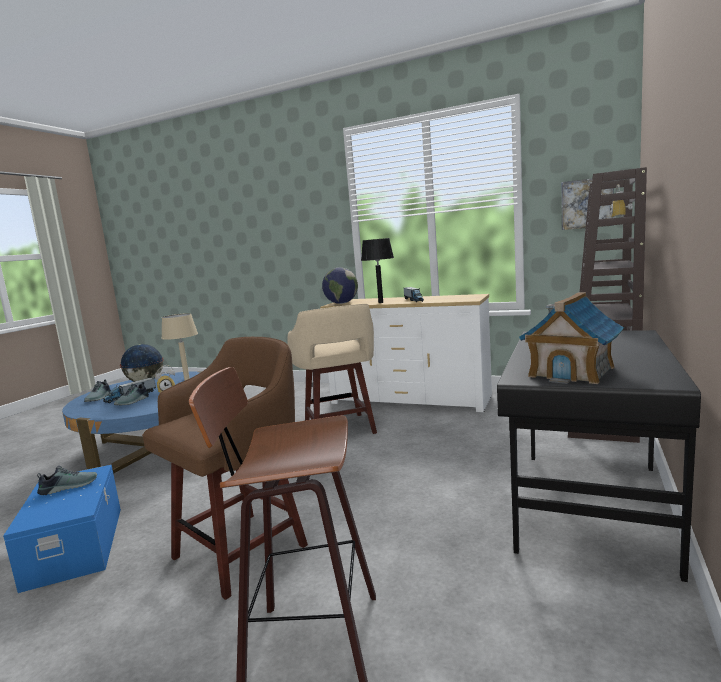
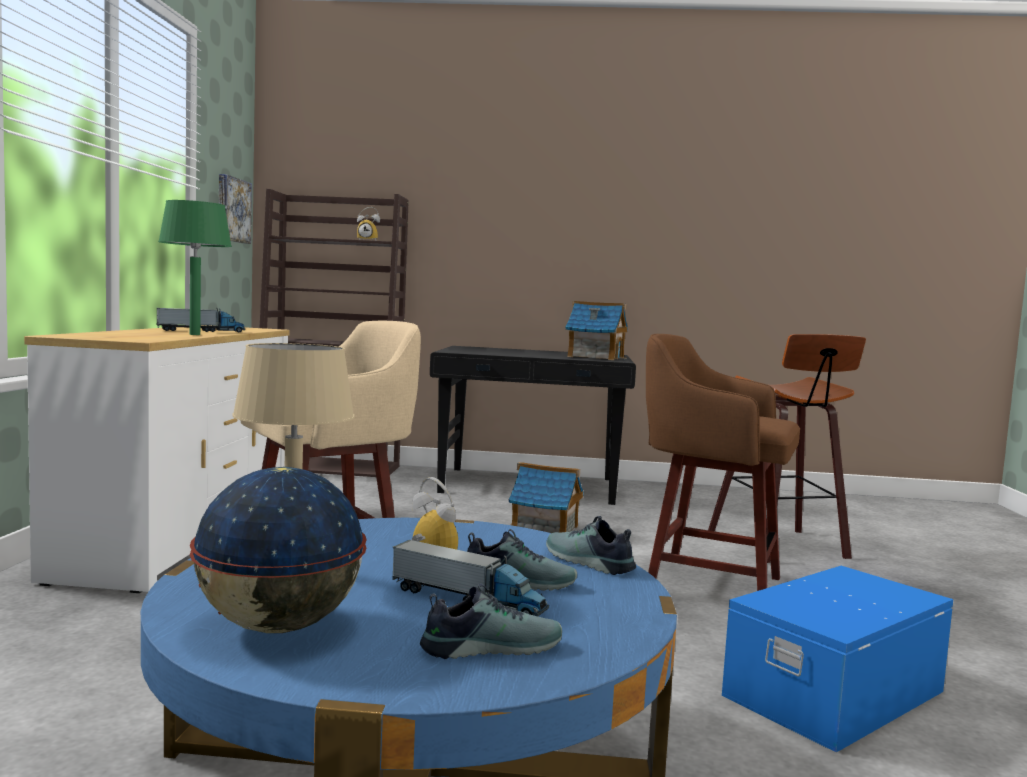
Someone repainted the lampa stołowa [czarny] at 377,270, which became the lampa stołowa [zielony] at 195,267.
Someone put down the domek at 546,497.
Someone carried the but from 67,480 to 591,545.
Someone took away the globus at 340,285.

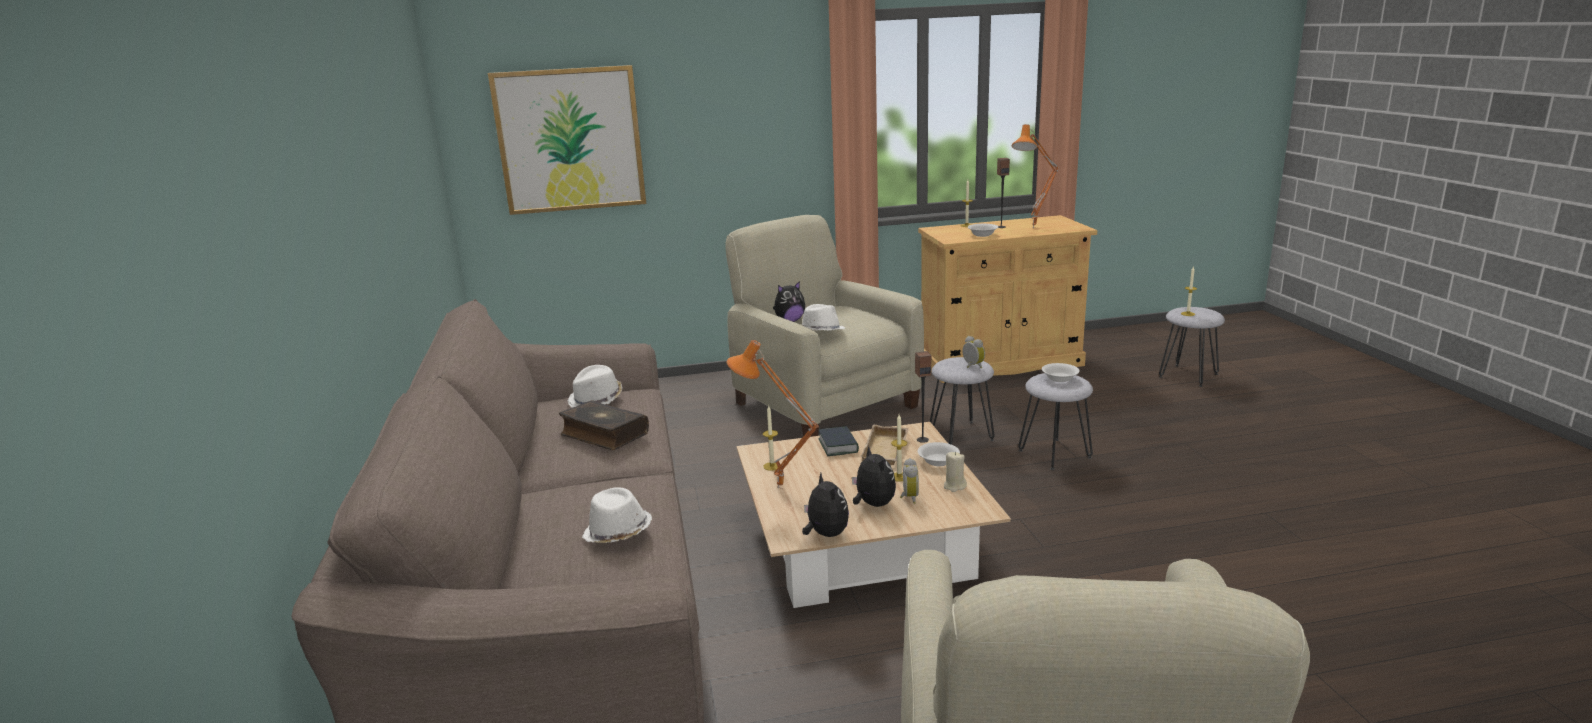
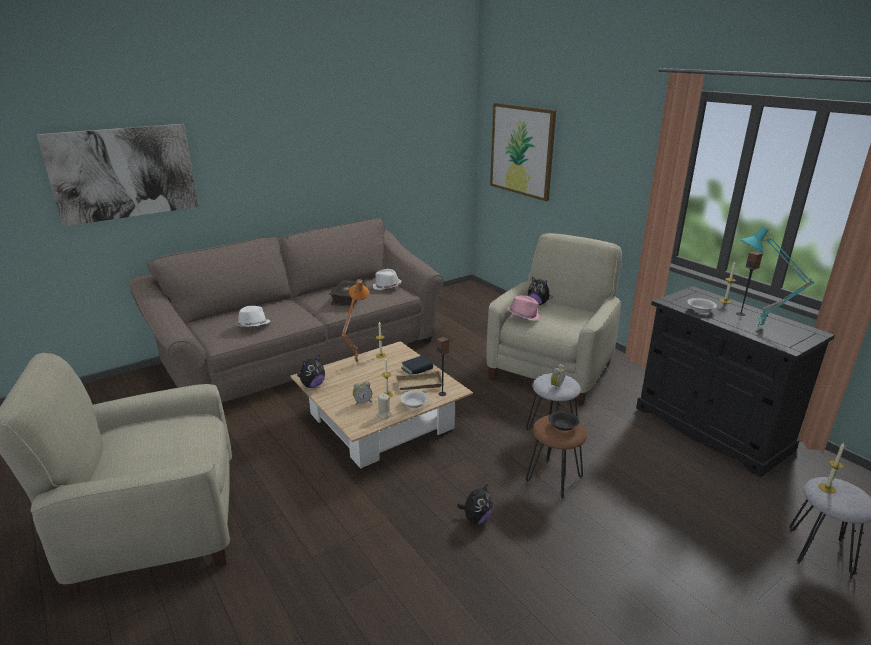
Someone put up the obraz at 118,175.
Someone carried the pluszak from 874,476 to 475,503.
Someone repainted the kapelusz [biały] at 823,317, which became the kapelusz [różowy] at 524,308.
Someone repainted the stołek [szary] at 1055,421, which became the stołek [brązowy] at 556,457.
Someone repainted the miska [biały] at 1061,372, which became the miska [czarny] at 563,421.
Someone repainted the szafka [beżowy] at 1007,299, which became the szafka [czarny] at 735,381.
Someone repainted the lampa stołowa [pomarańczowy] at 1035,176, which became the lampa stołowa [turkusowy] at 777,277.

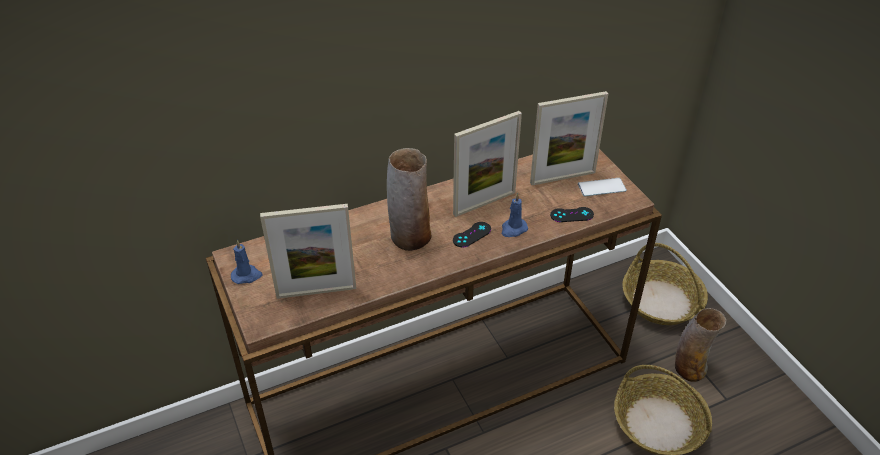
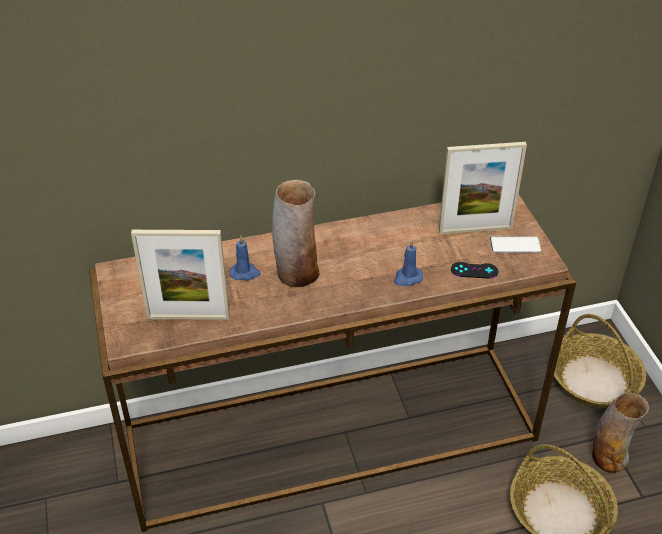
Someone carried the świeca [niebieski] from 247,262 to 245,258.
Someone took away the ramka na zdjęcie at 487,164.
Someone took away the pad do gier [czarny] at 472,234.

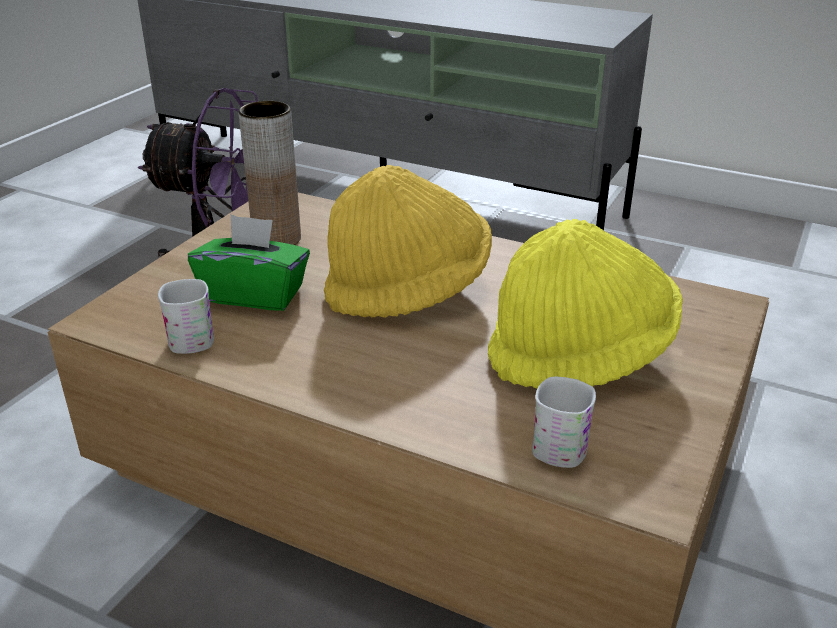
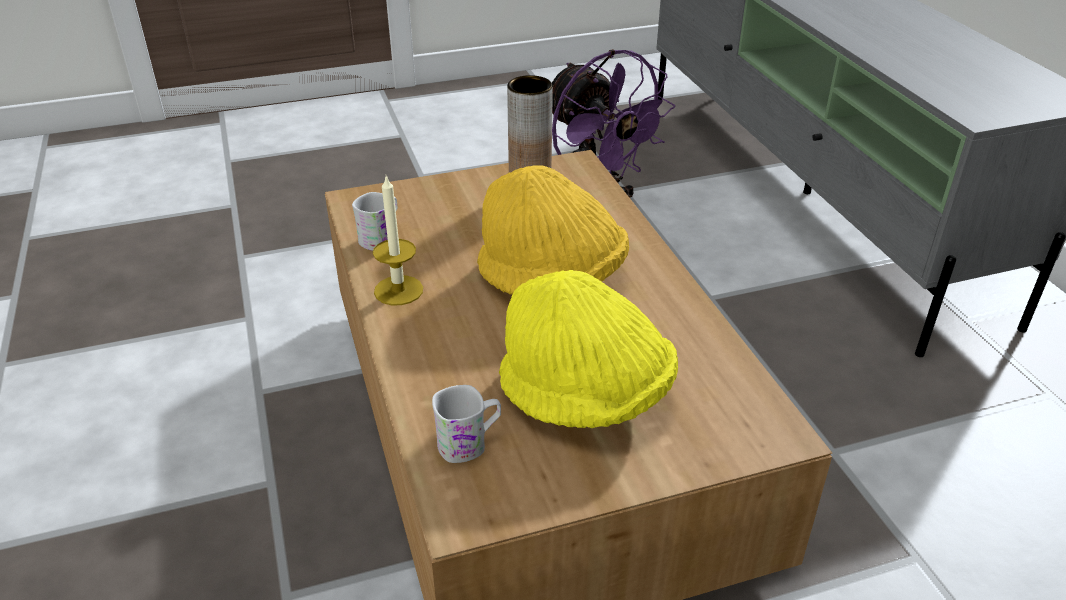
Someone put down the świeca at 398,240.
Someone took away the pudełko chusteczek [zielony] at 249,262.

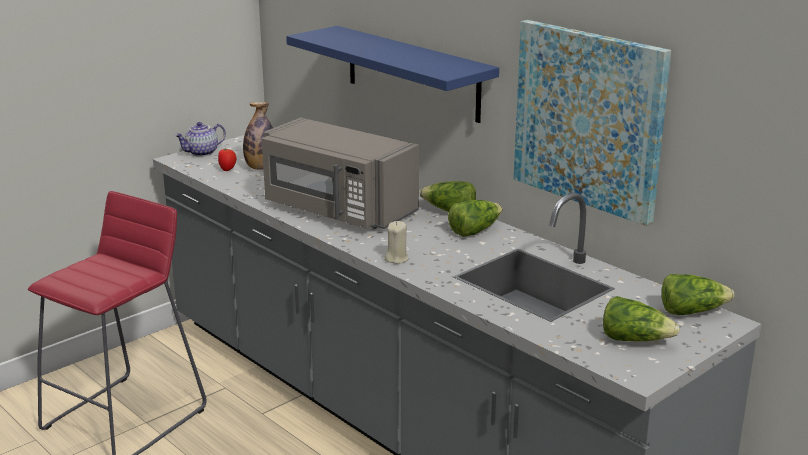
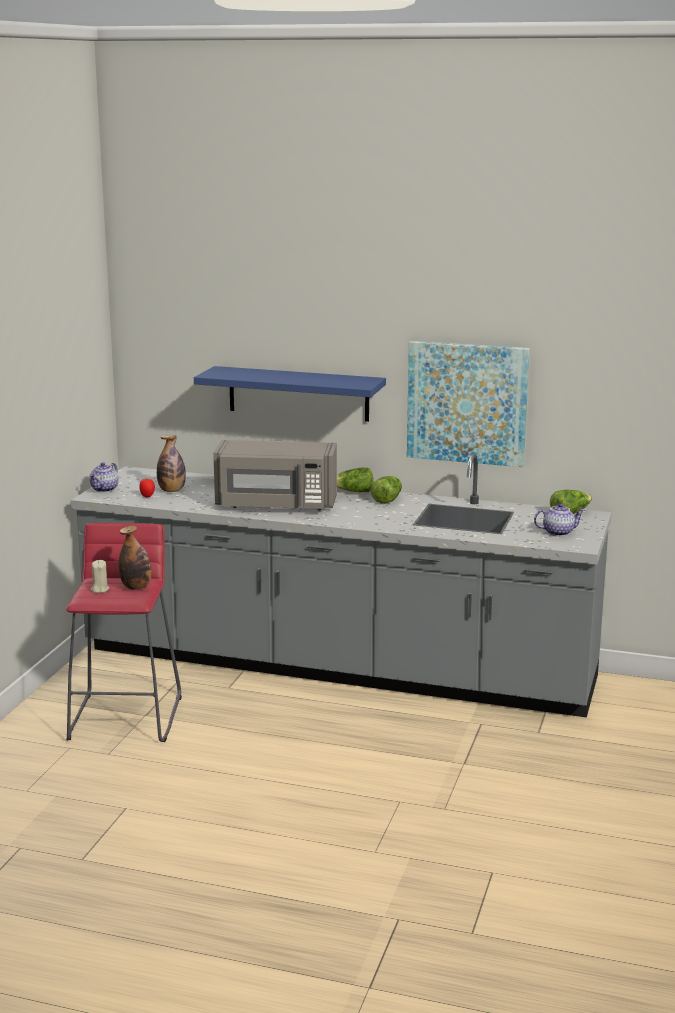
Someone carried the świeca [beżowy] from 396,242 to 100,576.
Someone put down the butelka at 135,558.
Someone swapped the sałata at 641,318 for the imbryk at 559,519.

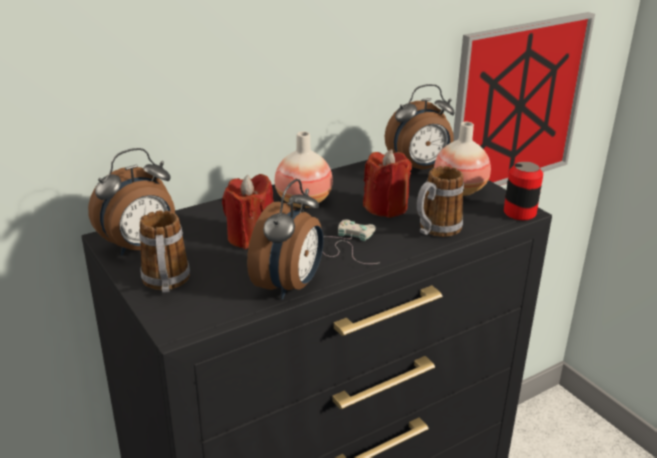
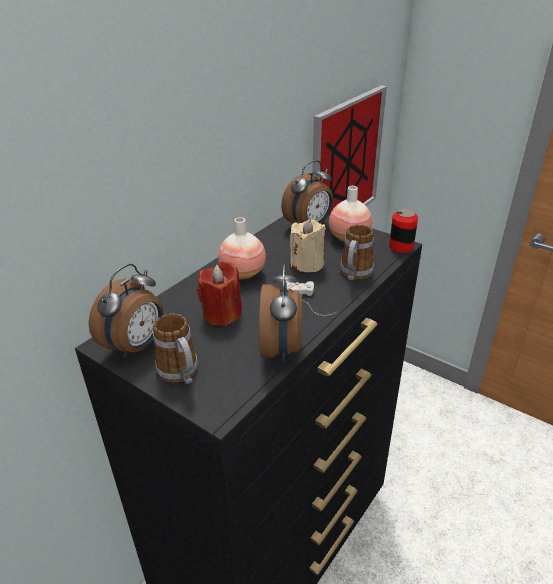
Someone repainted the świeca [czerwony] at 387,183, which became the świeca [beżowy] at 308,245.

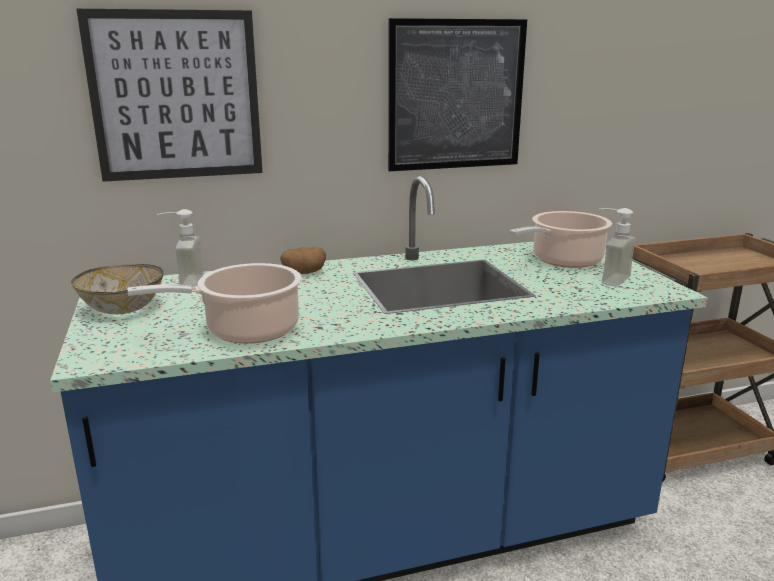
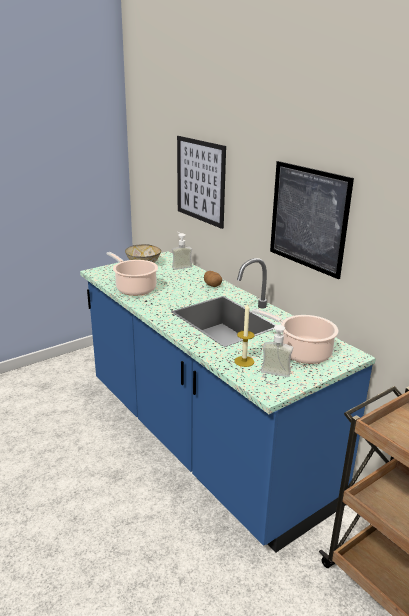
Someone put down the świeca at 244,335.

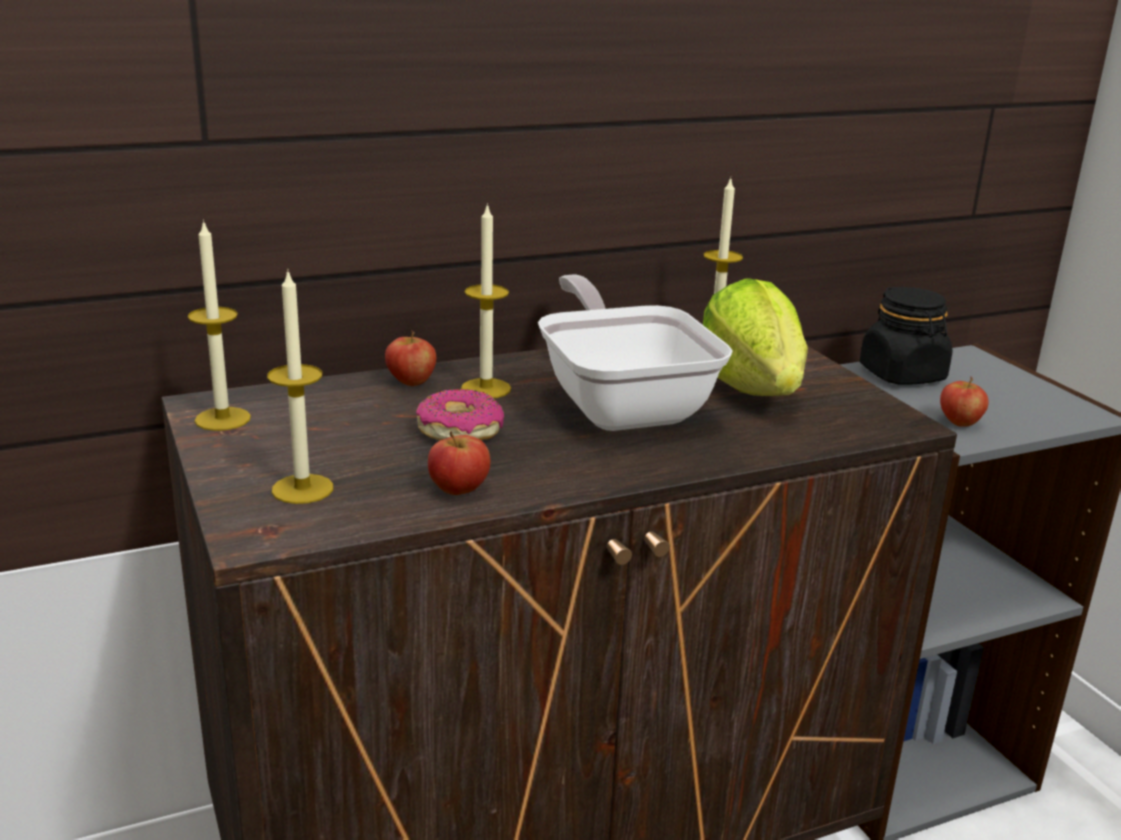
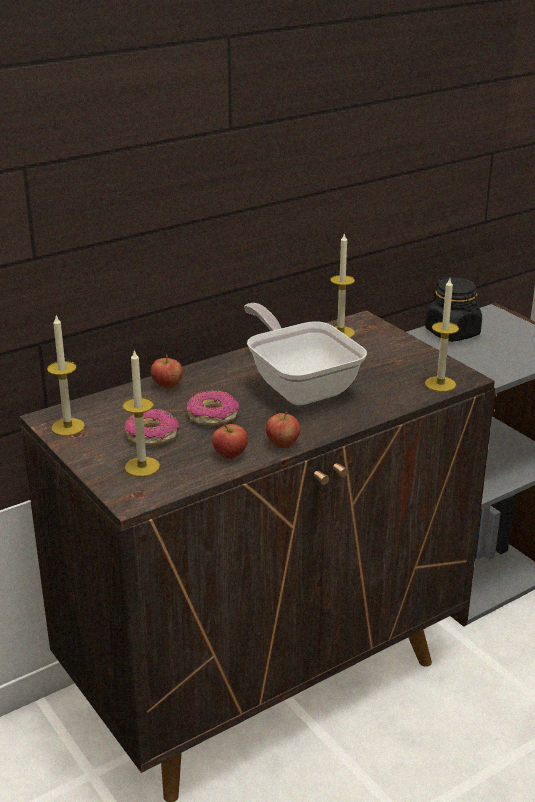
Someone put down the donut at 152,427.
Someone carried the jabłko from 964,402 to 283,429.
Someone carried the świeca from 486,300 to 442,335.
Someone took away the sałata at 755,337.

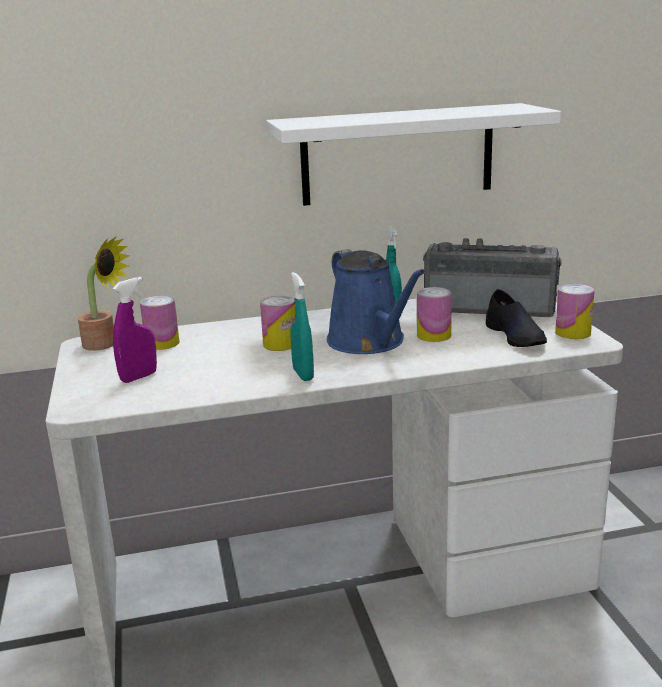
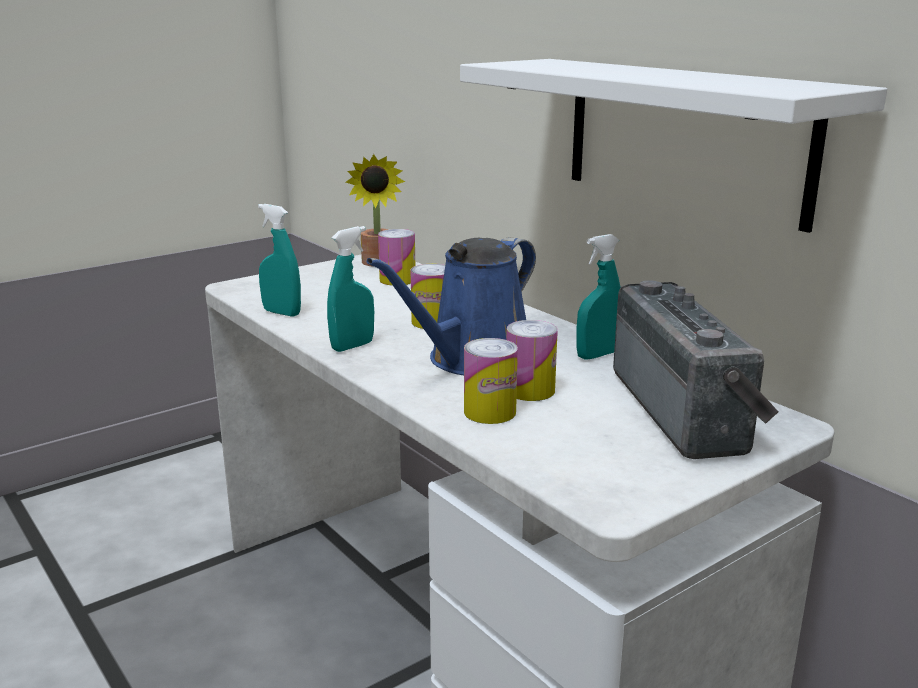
Someone put down the spryskiwacz [turkusowy] at 279,260.
Someone carried the puszka from 575,311 to 491,381.
Someone took away the spryskiwacz [fioletowy] at 134,330.
Someone took away the but [czarny] at 516,318.

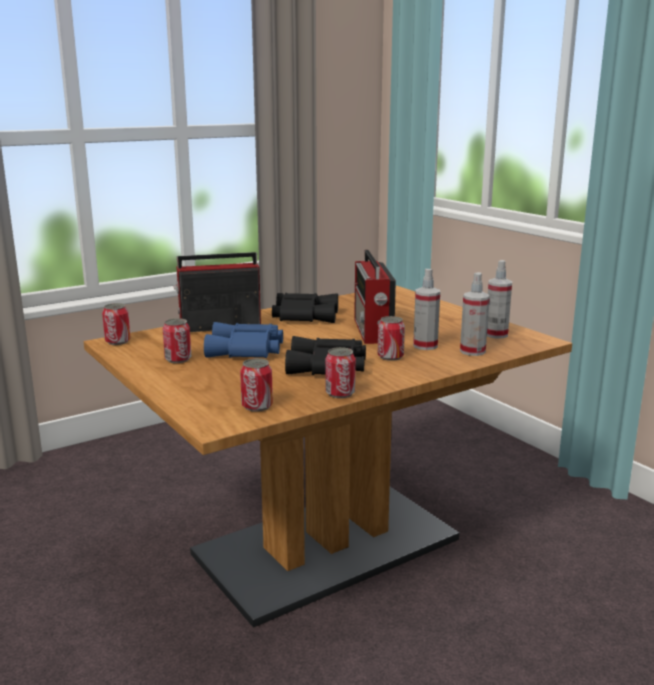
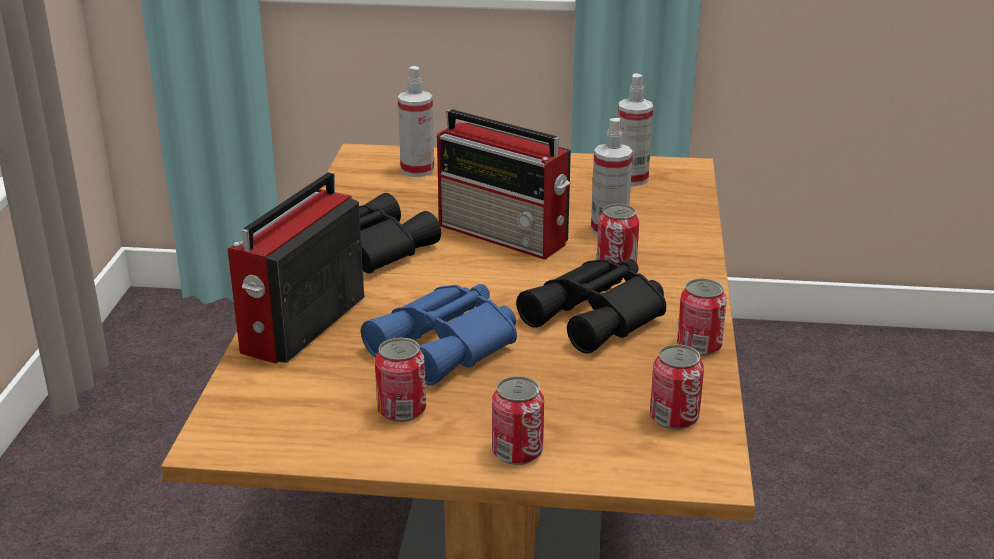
Someone carried the spryskiwacz from 475,314 to 416,121.
Someone carried the puszka from 116,324 to 518,420.

